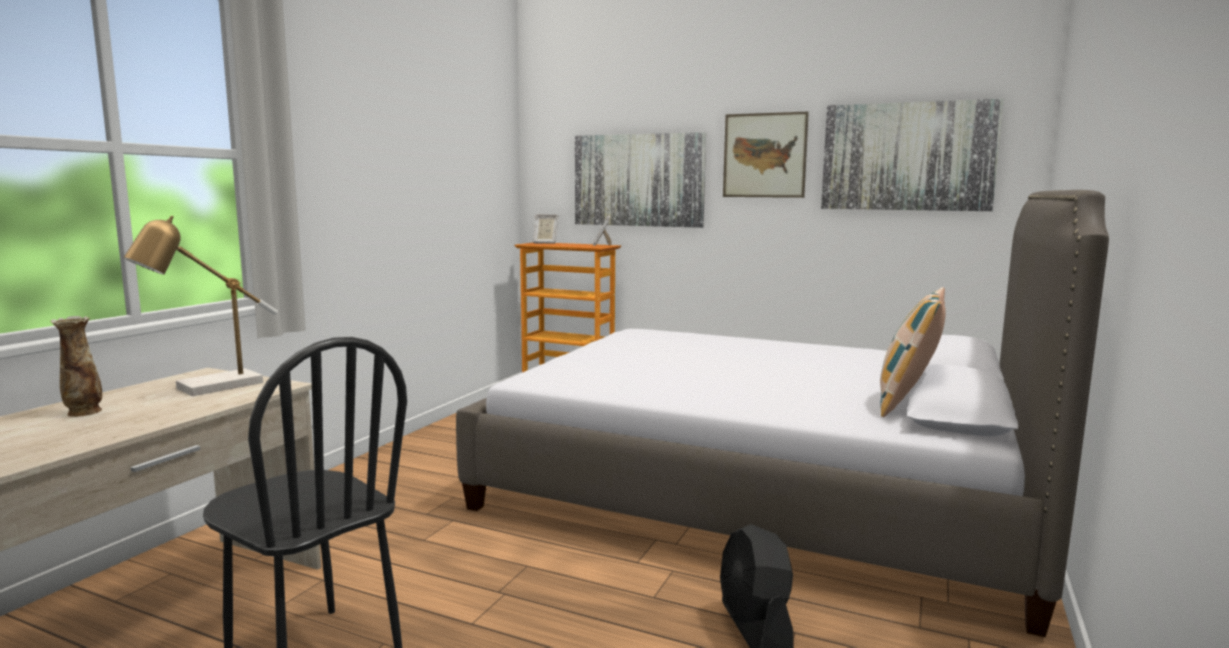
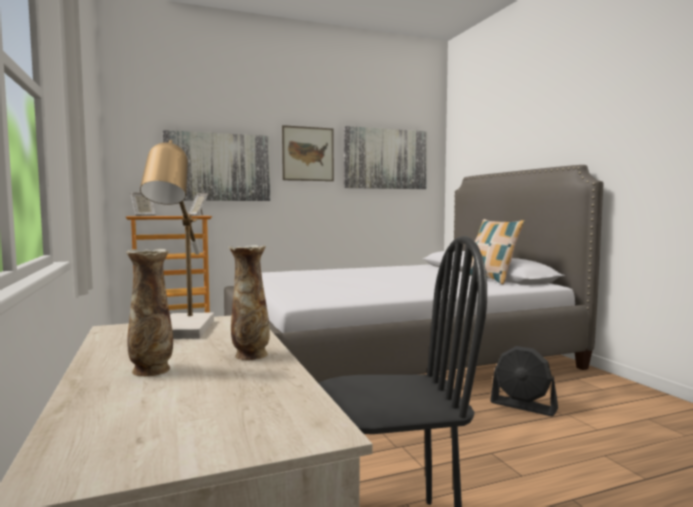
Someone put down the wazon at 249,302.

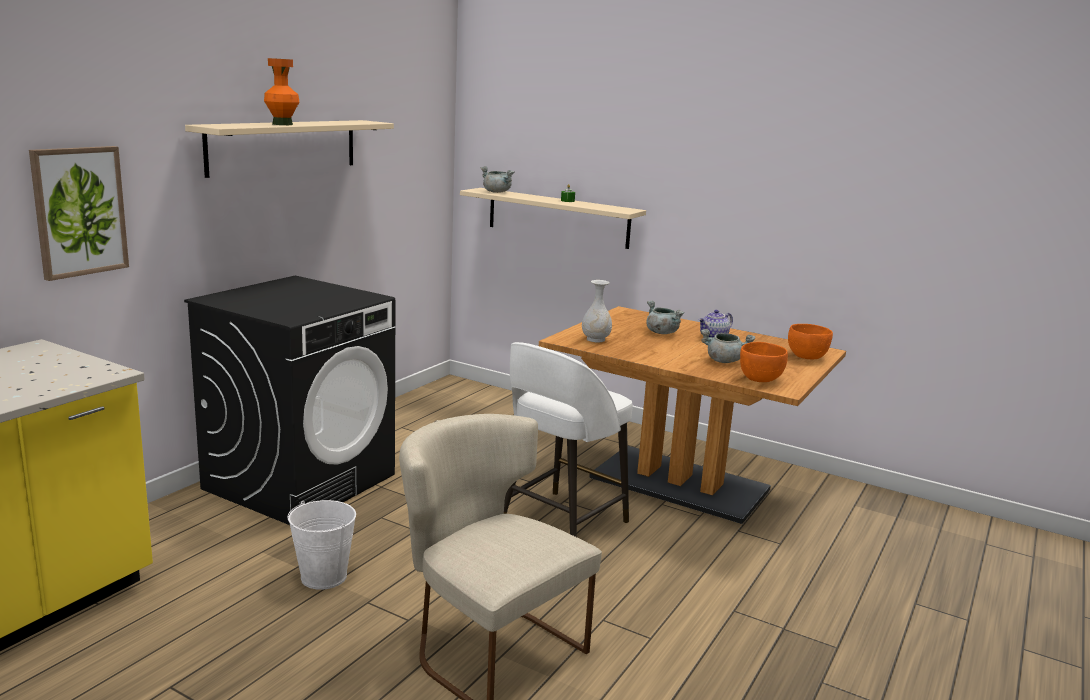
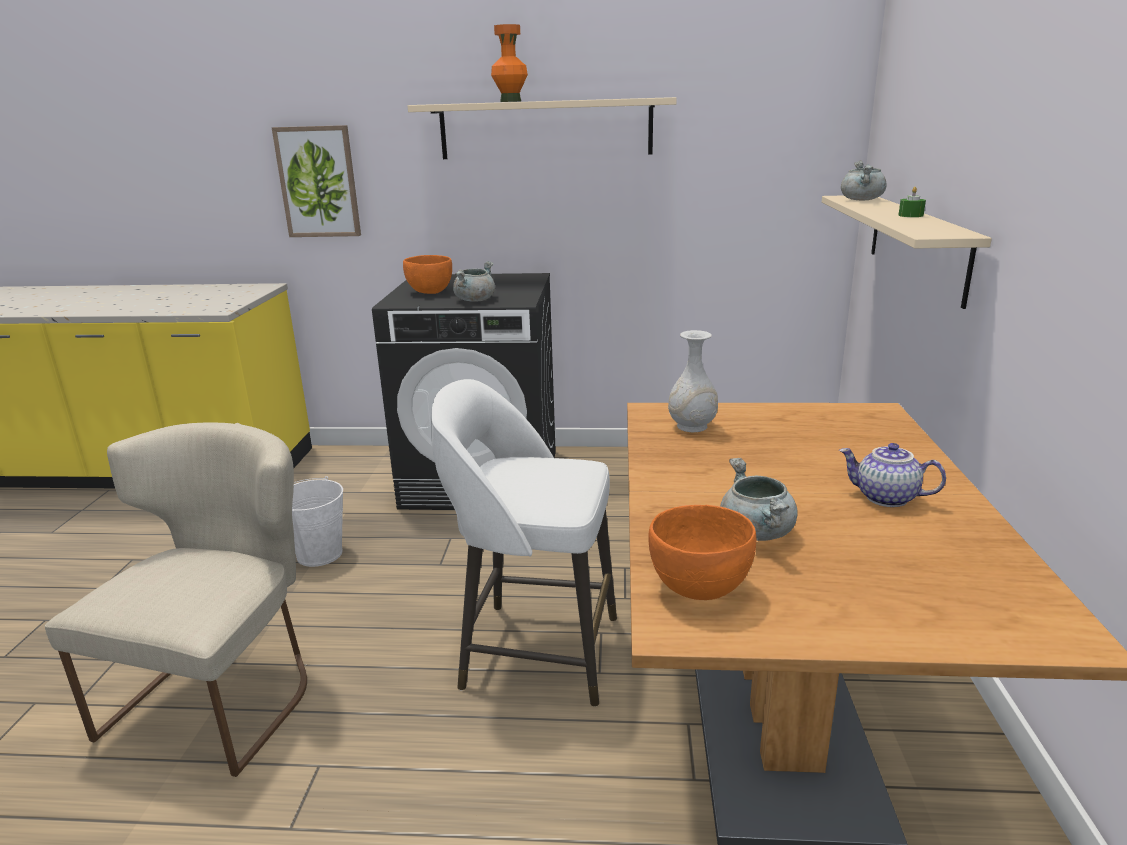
Someone carried the miska [pomarańczowy] from 810,341 to 427,274.
Someone carried the garnek [szary] from 665,317 to 474,281.

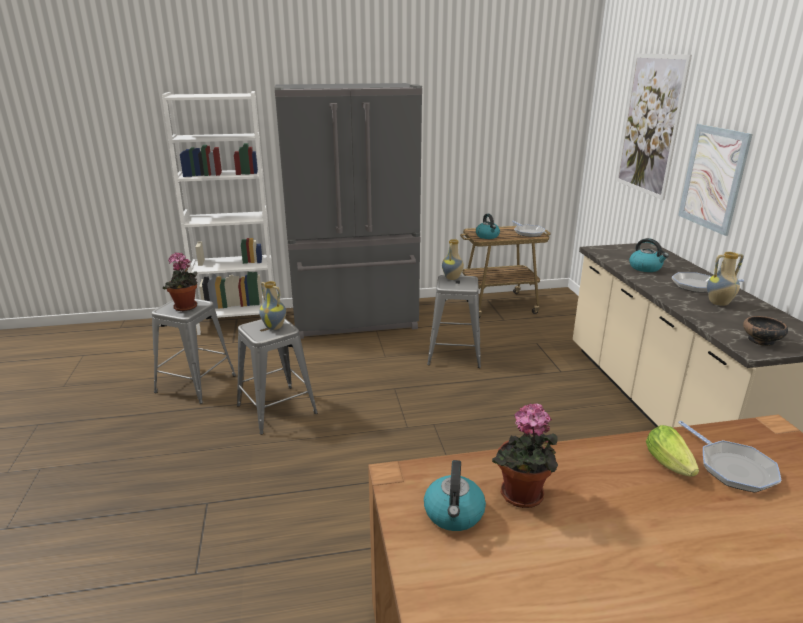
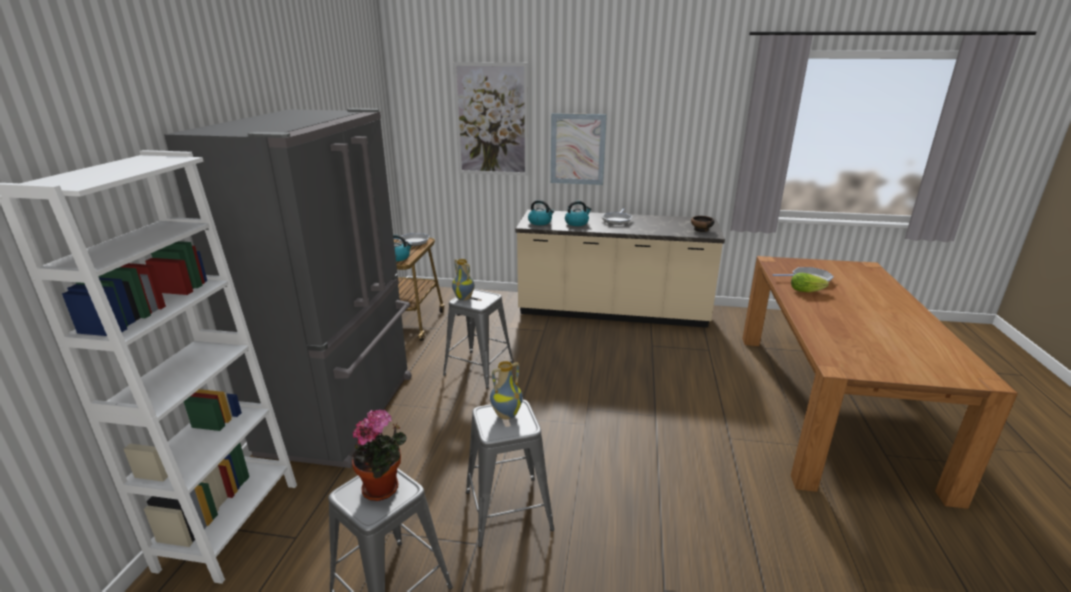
Someone carried the czajnik from 455,495 to 541,212.
Someone took away the roślina doniczkowa at 525,455.
Someone took away the wazon at 725,279.

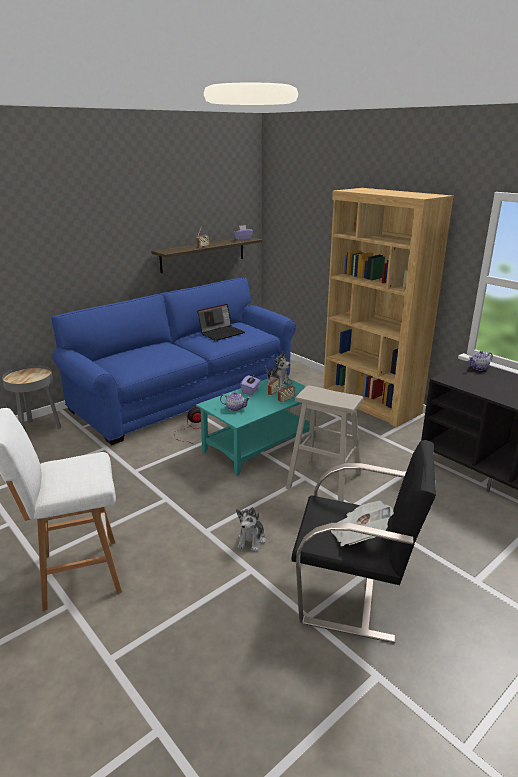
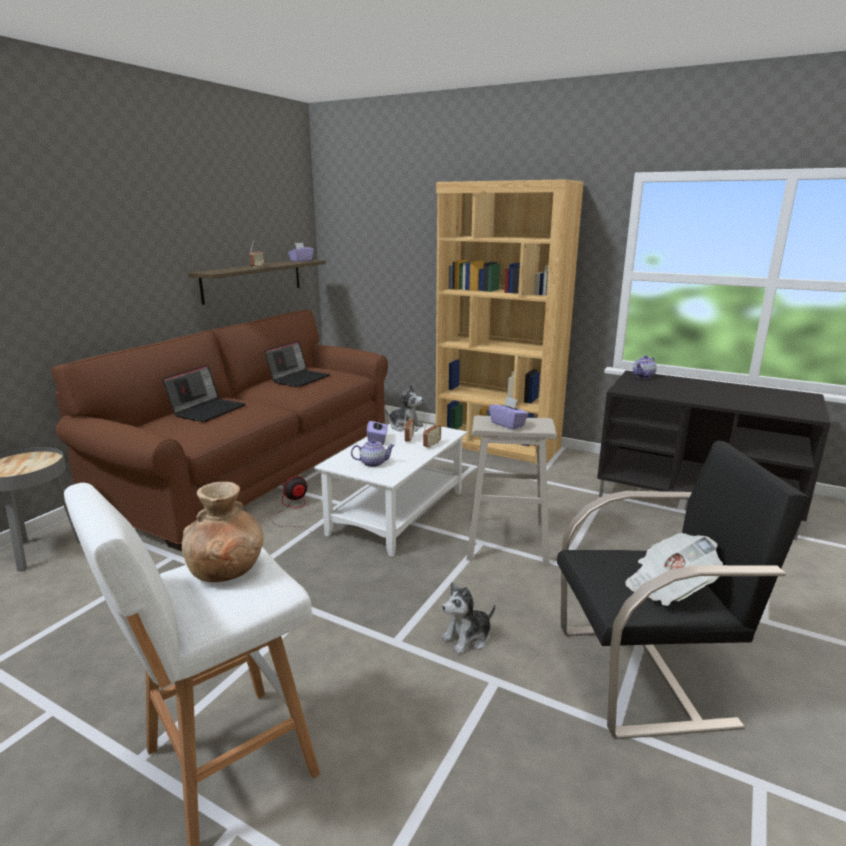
Someone repainted the kanapa [niebieski] at 173,361, which became the kanapa [brązowy] at 219,430.
Someone put down the laptop at 204,393.
Someone put down the wazon [brązowy] at 222,532.
Someone repainted the ława [turkusowy] at 256,427, which became the ława [biały] at 390,490.
Someone rotated the pluszak at 251,529 by 60 degrees clockwise.
Someone put down the pudełko chusteczek [fioletowy] at 509,413.

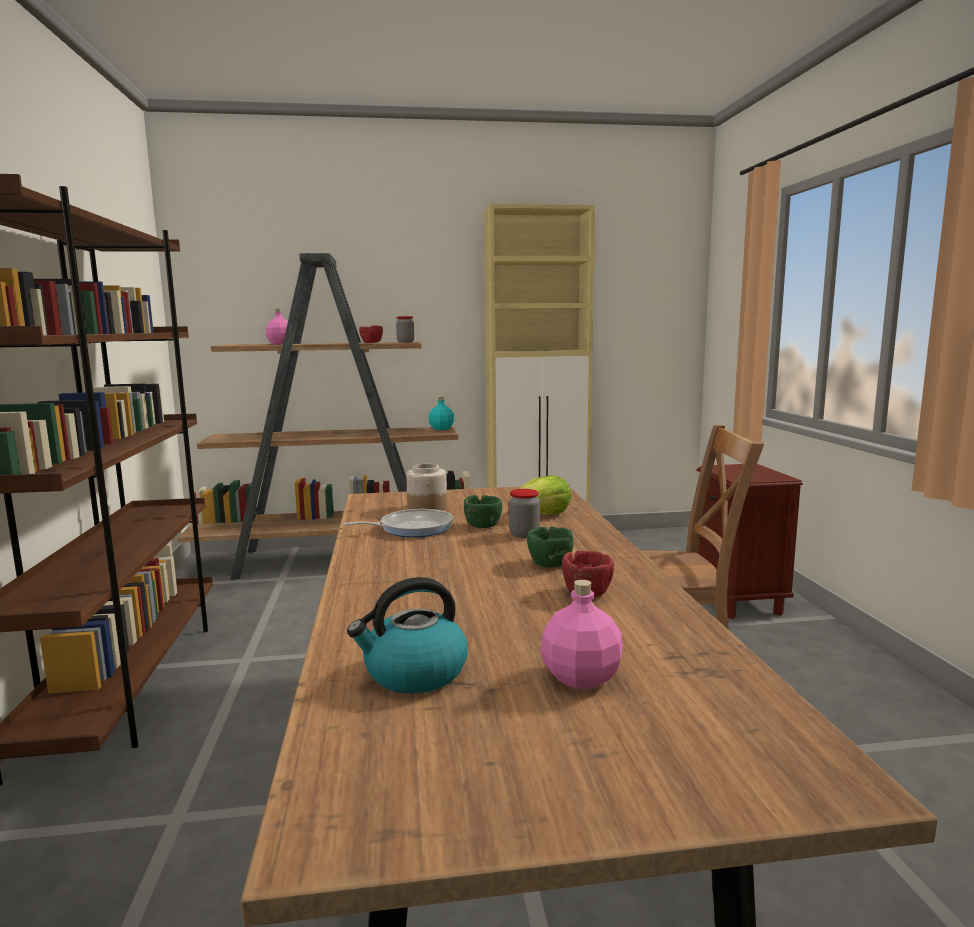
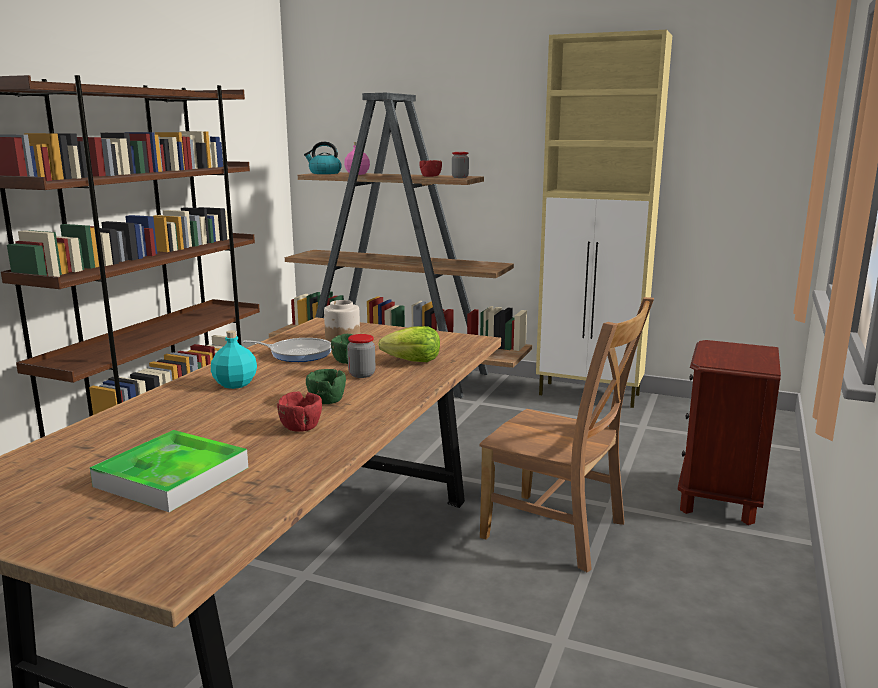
Someone swapped the butelka [różowy] at 582,634 for the taca at 169,471.
Someone carried the butelka [turkusowy] from 441,413 to 234,359.
Someone carried the czajnik from 407,635 to 323,158.

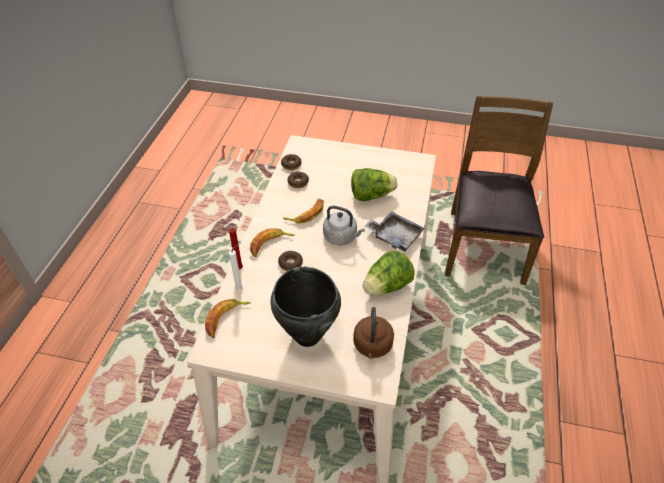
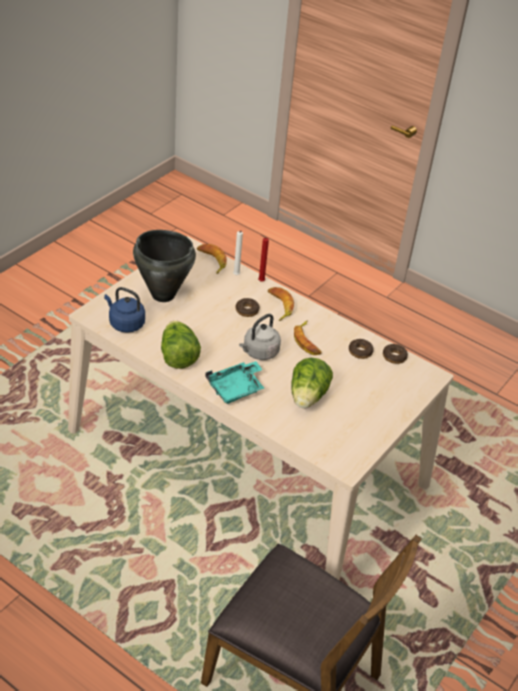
Someone repainted the czajnik [brązowy] at 373,333, which became the czajnik [niebieski] at 124,310.
Someone repainted the taca [szary] at 395,231, which became the taca [turkusowy] at 234,382.

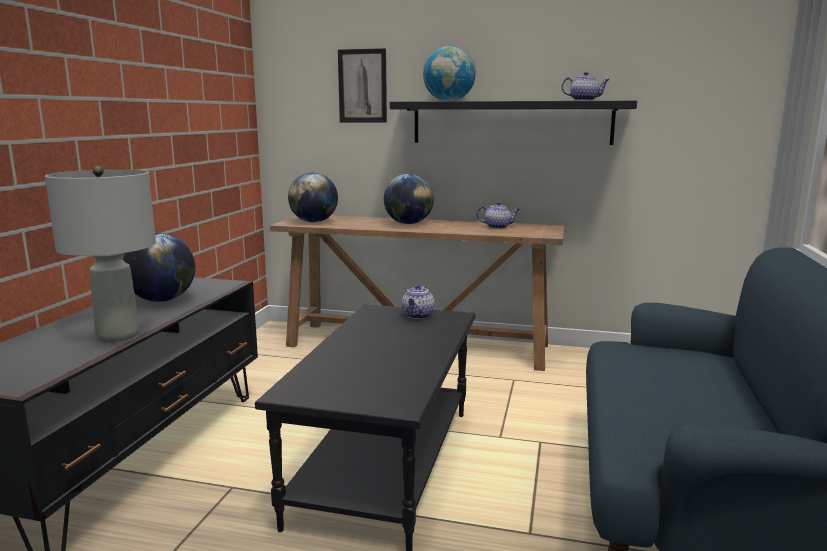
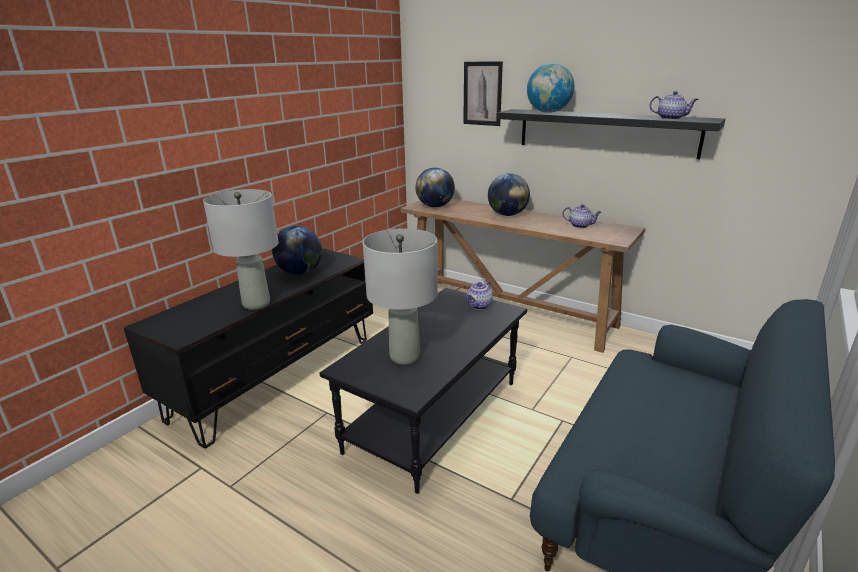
Someone put down the lampa stołowa [szary] at 400,296.

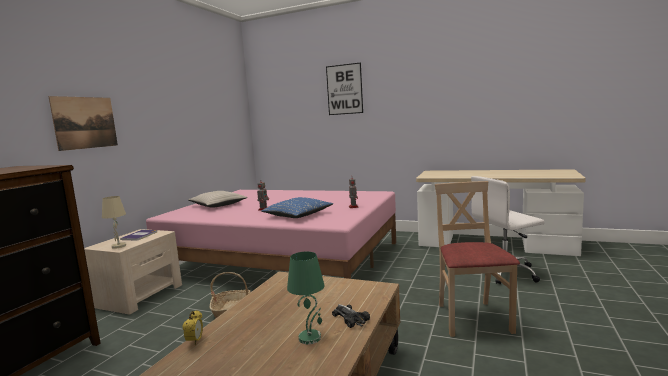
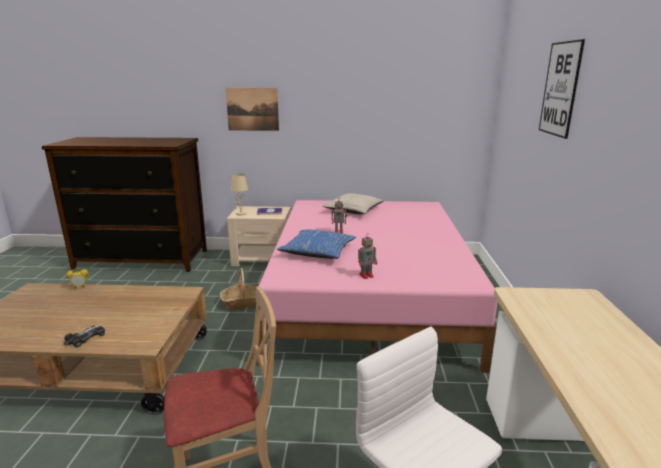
Someone took away the lampa stołowa [zielony] at 306,297.

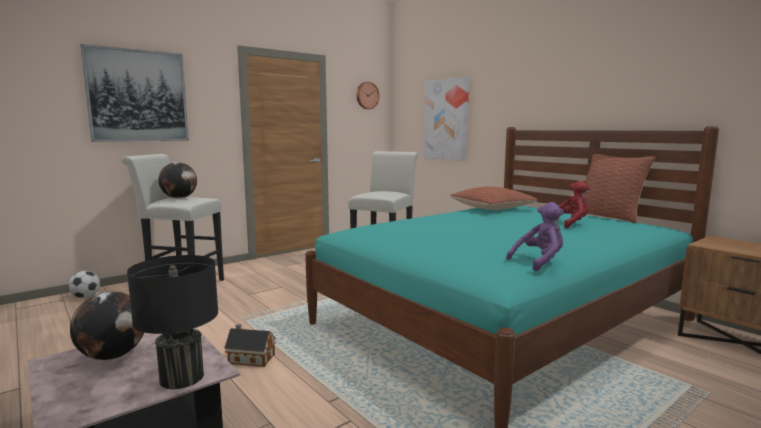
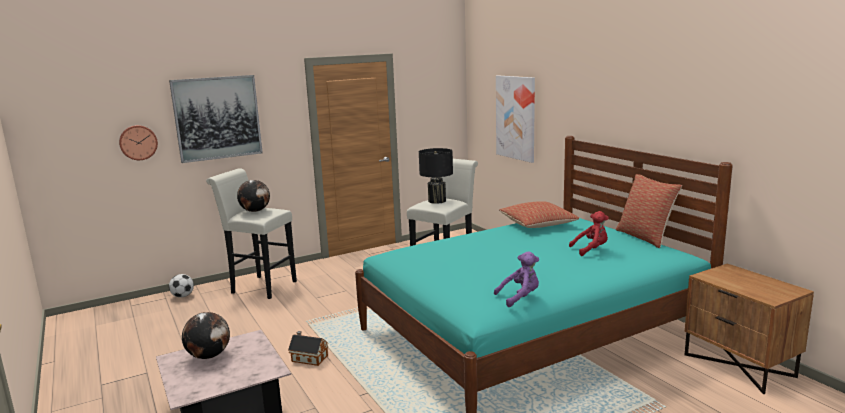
Someone carried the zegar ścienny from 368,95 to 138,142.
Someone carried the lampa stołowa [czarny] from 172,322 to 436,176.

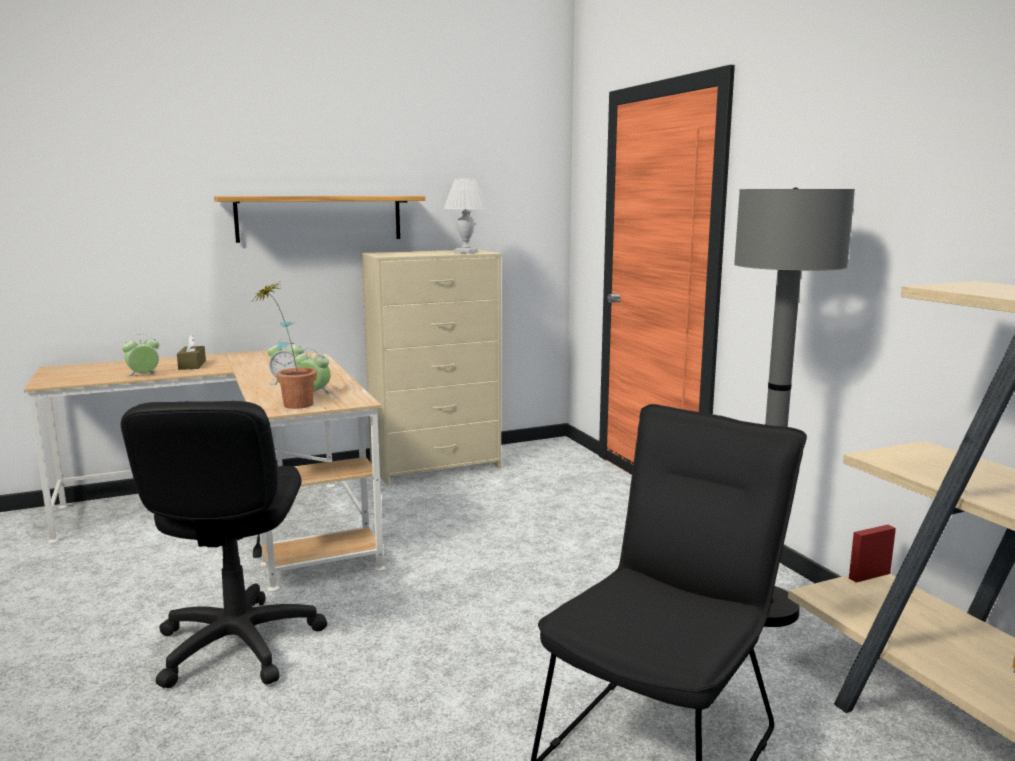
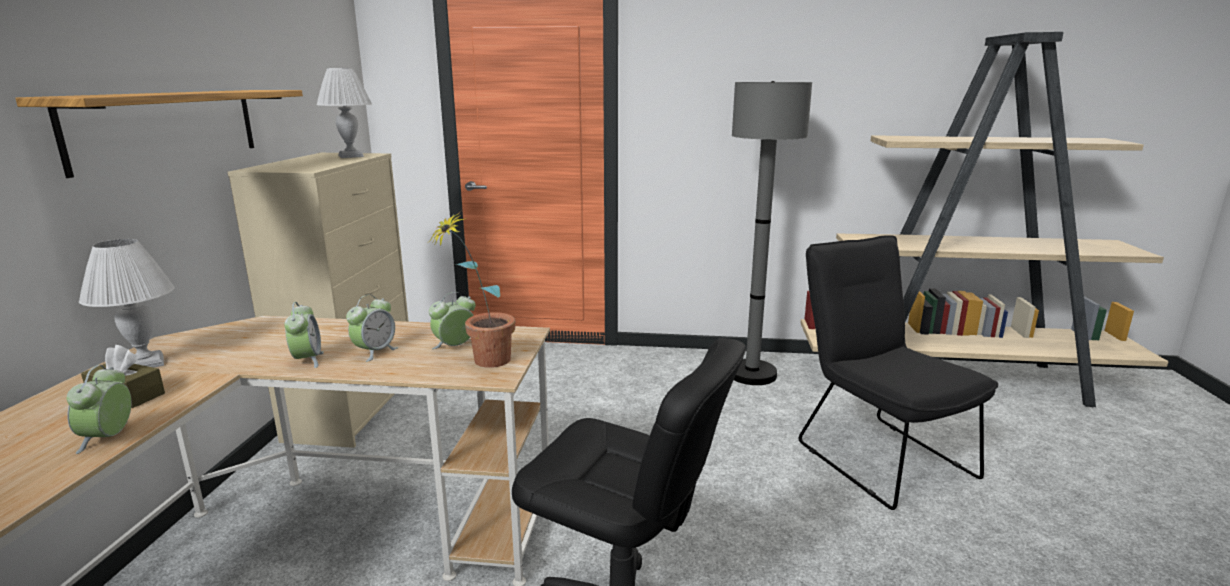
Someone put down the lampa stołowa [biały] at 127,303.
Someone put down the budzik at 304,335.

